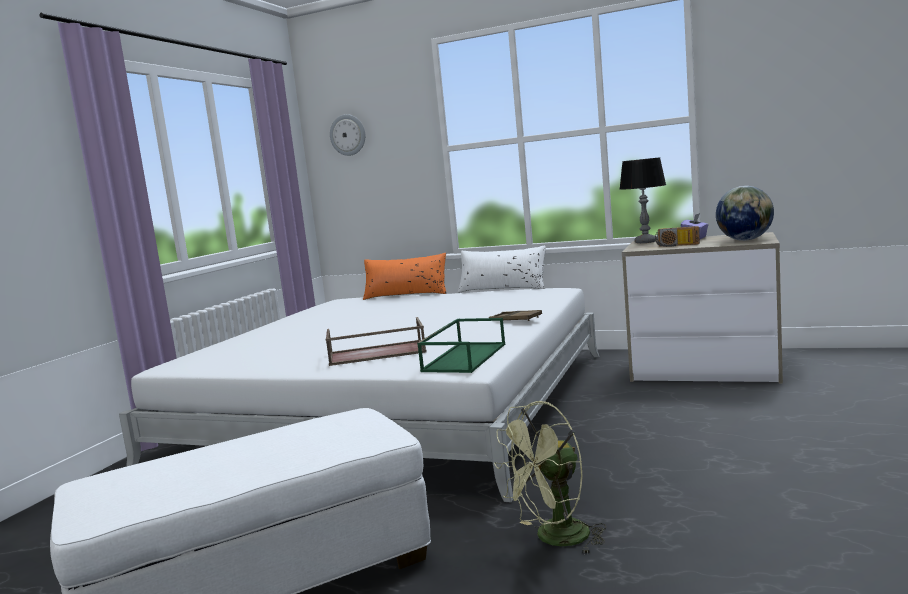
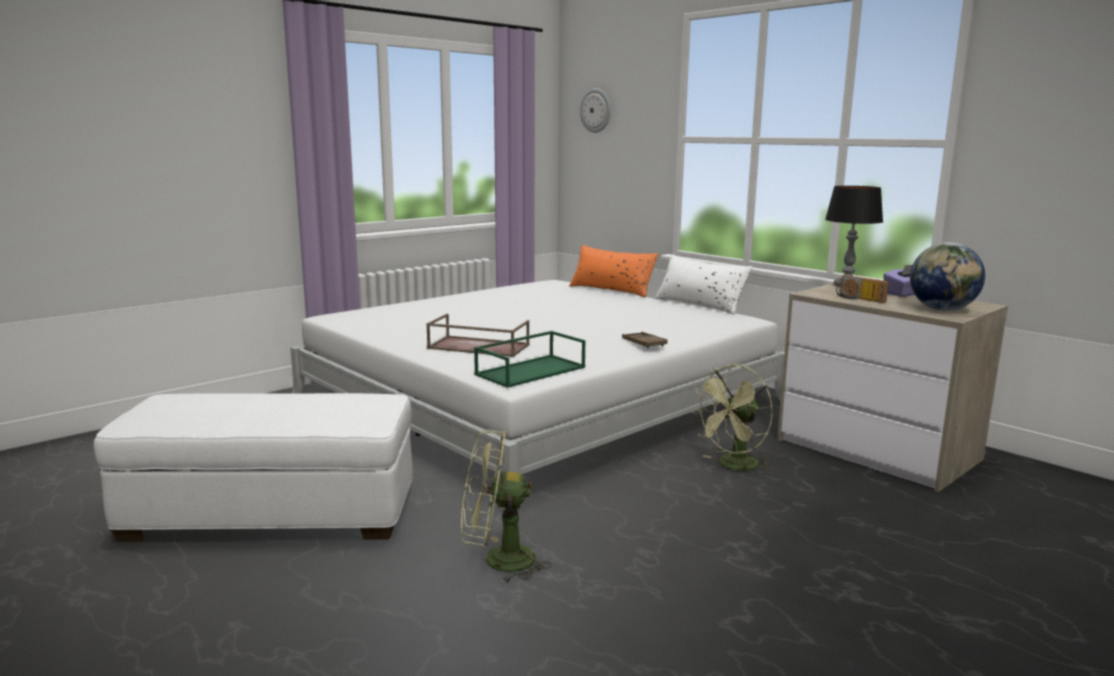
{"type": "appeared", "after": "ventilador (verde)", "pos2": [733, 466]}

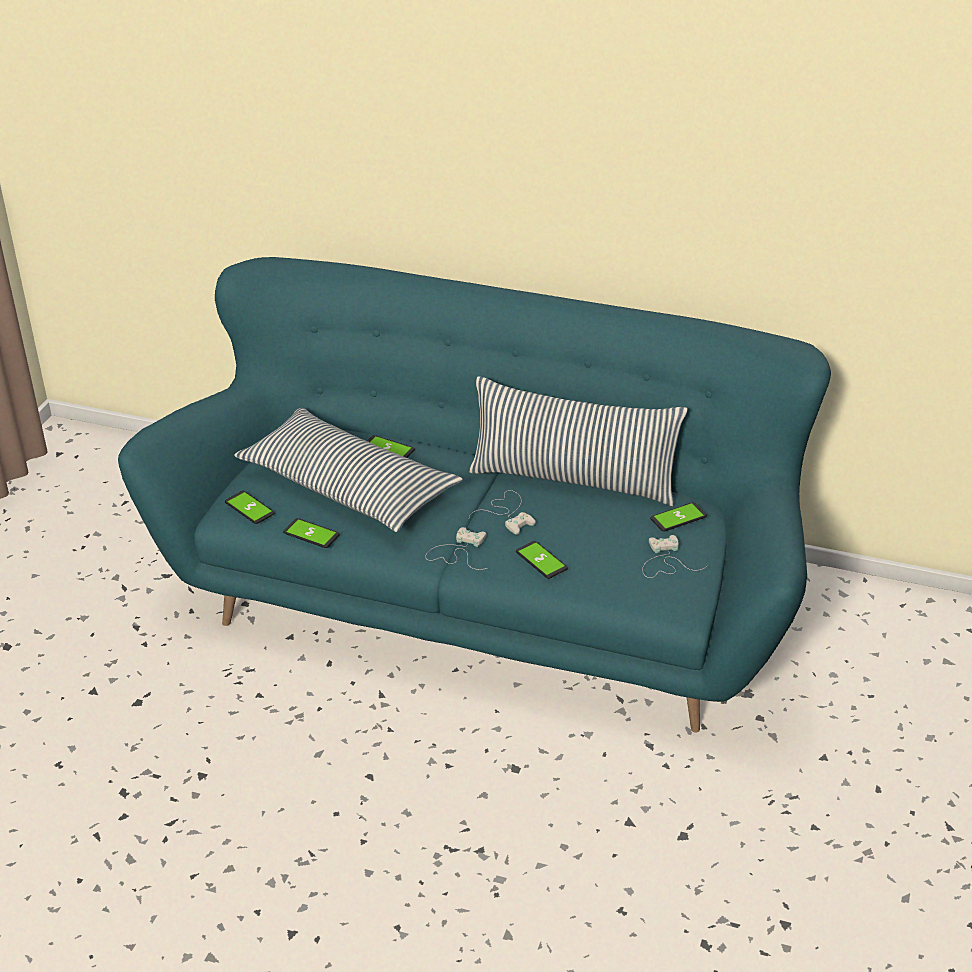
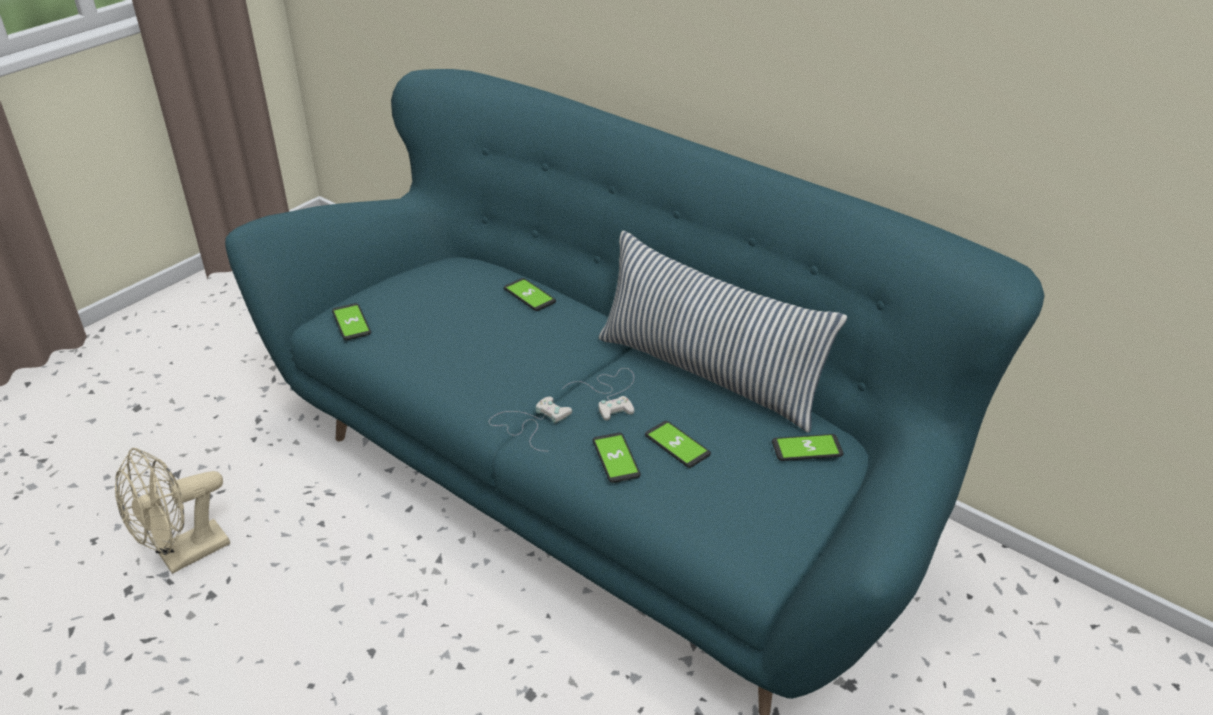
{"type": "appeared", "after": "ventilador (beis)", "pos2": [184, 555]}
{"type": "relocated", "before": "móvil", "pos1": [311, 534], "pos2": [677, 445]}
{"type": "missing", "before": "cojín", "pos1": [348, 487]}
{"type": "missing", "before": "mando de consola (blanco)", "pos1": [665, 561]}

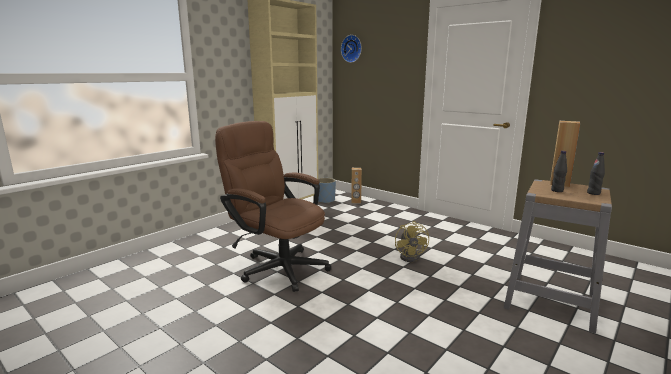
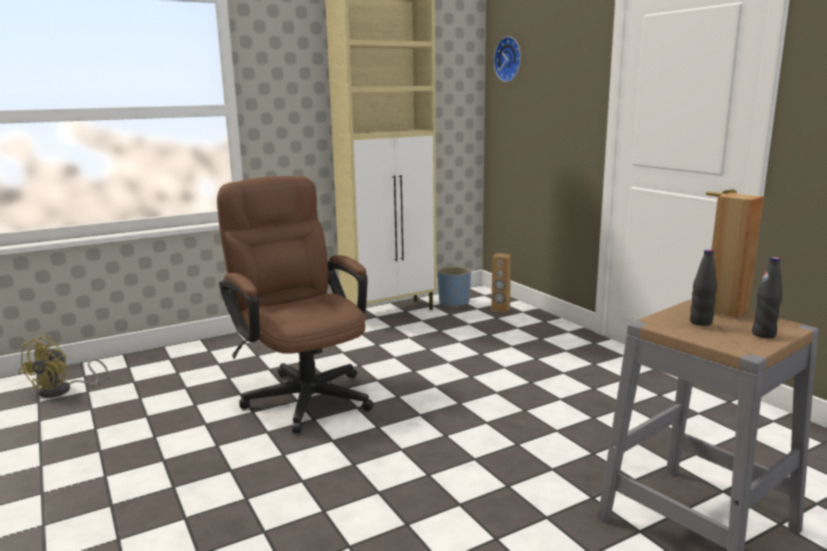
{"type": "relocated", "before": "ventilador (amarillo)", "pos1": [411, 257], "pos2": [62, 390]}

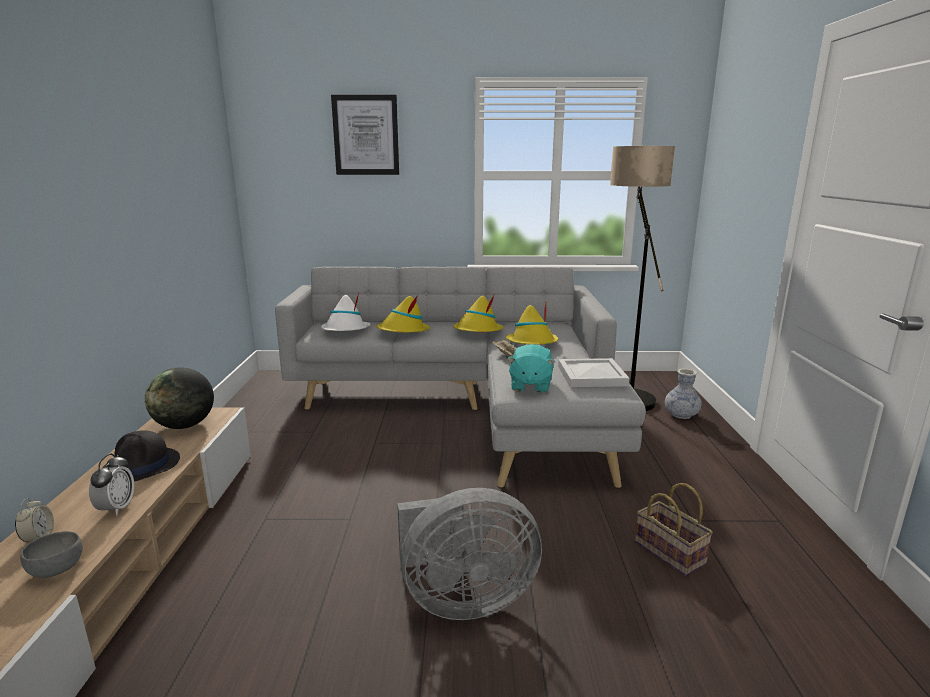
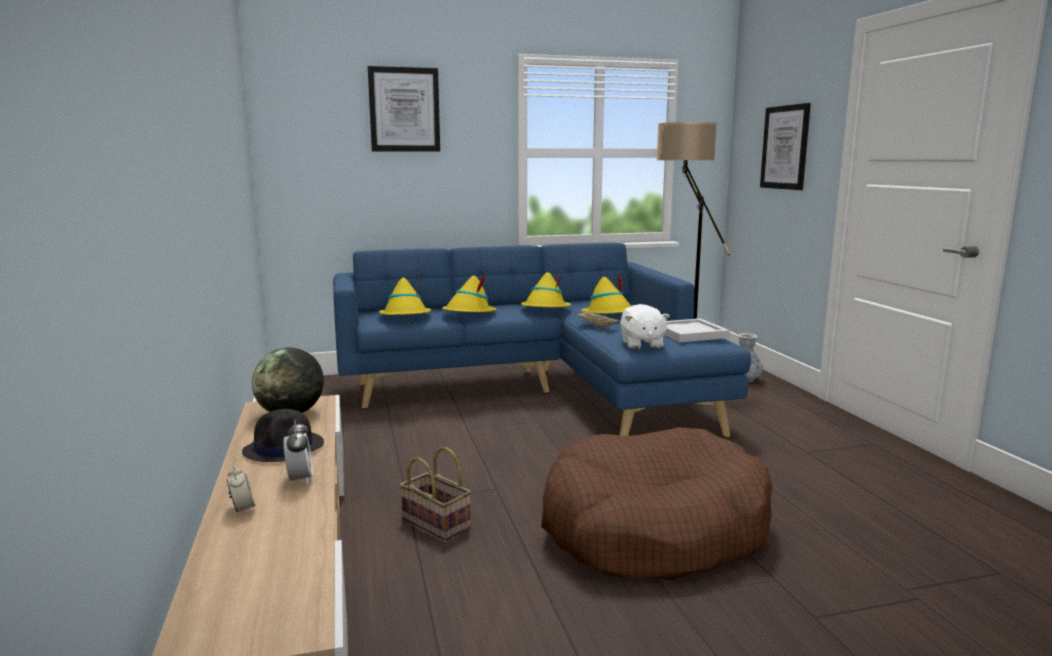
{"type": "colour", "before": "sofá (gris)", "after": "sofá (azul)", "pos1": [474, 410], "pos2": [546, 393]}
{"type": "colour", "before": "sombrero (blanco)", "after": "sombrero (amarillo)", "pos1": [345, 330], "pos2": [405, 316]}
{"type": "relocated", "before": "cesta", "pos1": [671, 553], "pos2": [438, 523]}
{"type": "exchanged", "before": "ventilador (gris)", "after": "cama para perro (marrón)", "pos1": [462, 599], "pos2": [653, 529]}
{"type": "colour", "before": "peluche (turquesa)", "after": "peluche (blanco)", "pos1": [530, 385], "pos2": [641, 344]}
{"type": "appeared", "after": "cuadro", "pos2": [785, 147]}
{"type": "missing", "before": "cuenco (gris)", "pos1": [56, 570]}

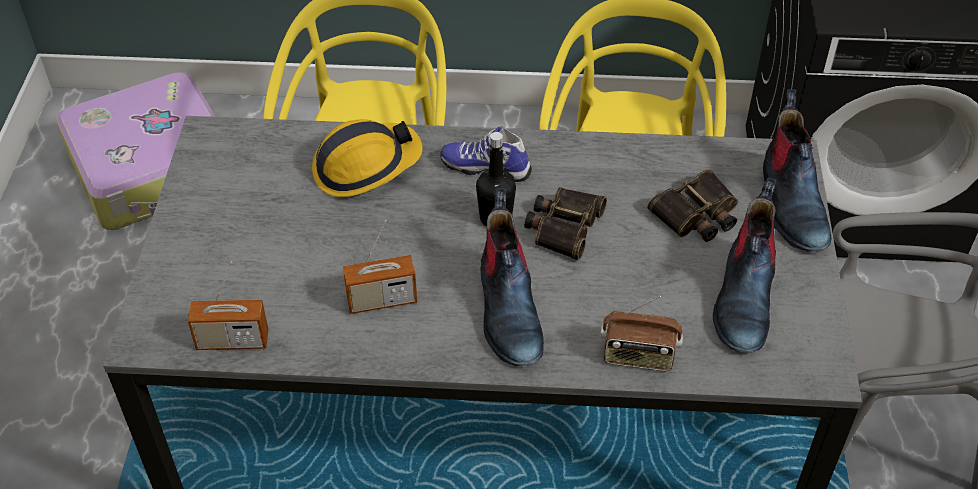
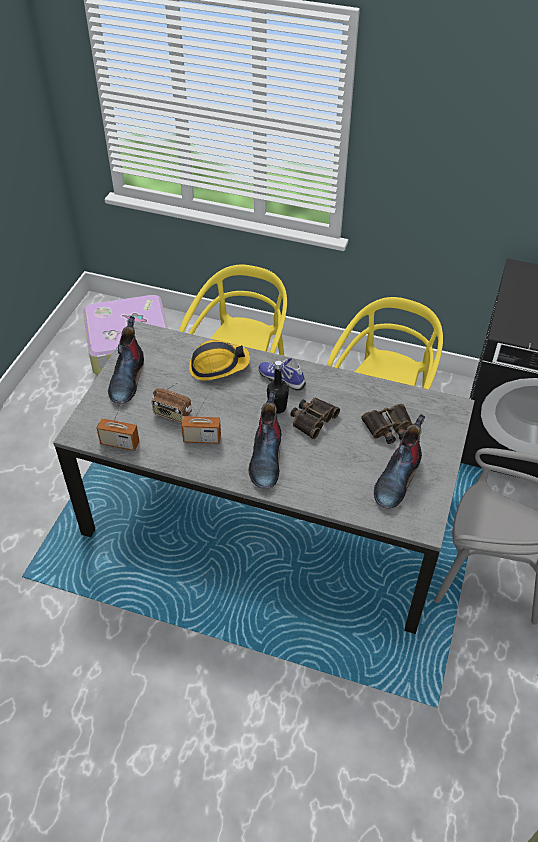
{"type": "relocated", "before": "bota", "pos1": [790, 204], "pos2": [127, 378]}
{"type": "relocated", "before": "radio", "pos1": [638, 356], "pos2": [172, 414]}

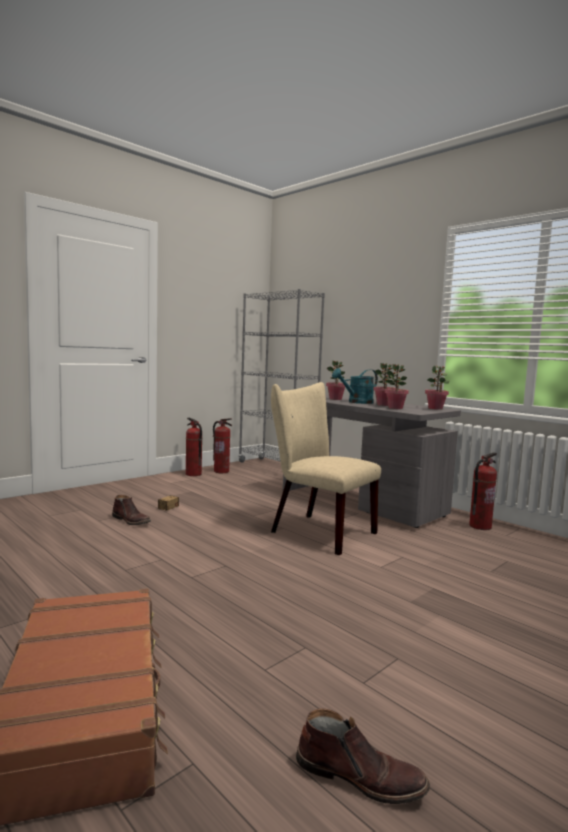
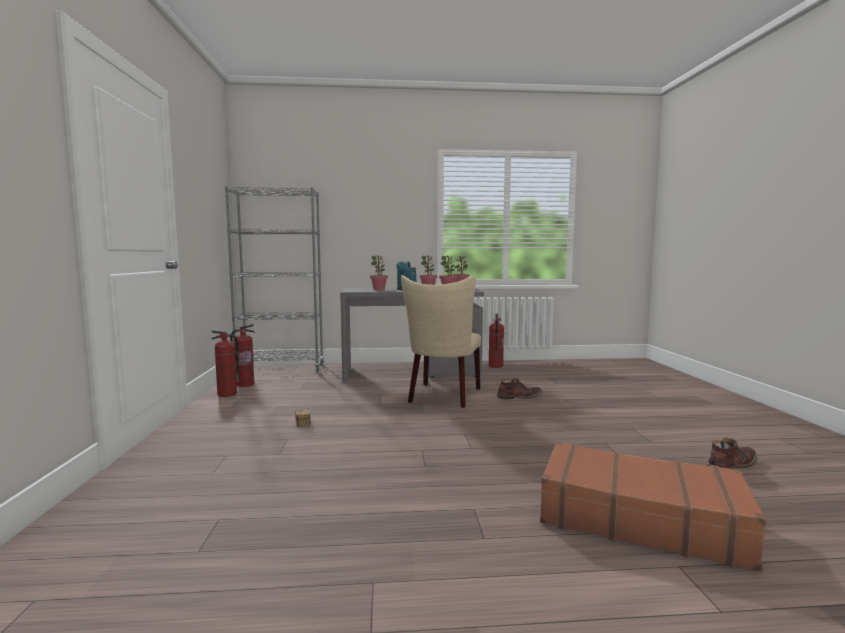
{"type": "spun", "before": "silla (beis)", "pos1": [317, 531], "pos2": [443, 396], "turn": -60}
{"type": "relocated", "before": "bota (marrón)", "pos1": [132, 521], "pos2": [519, 397]}

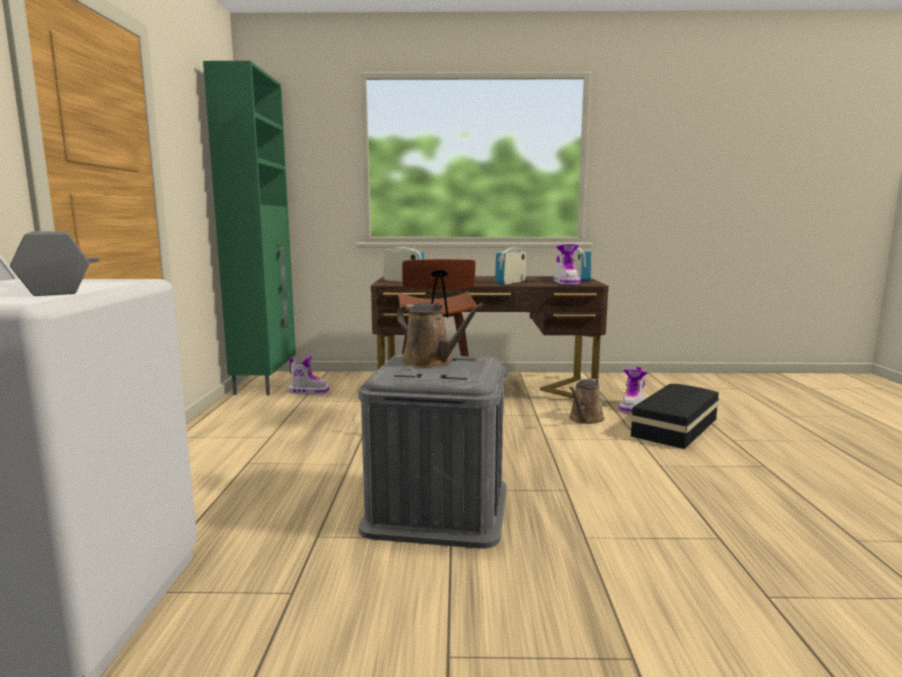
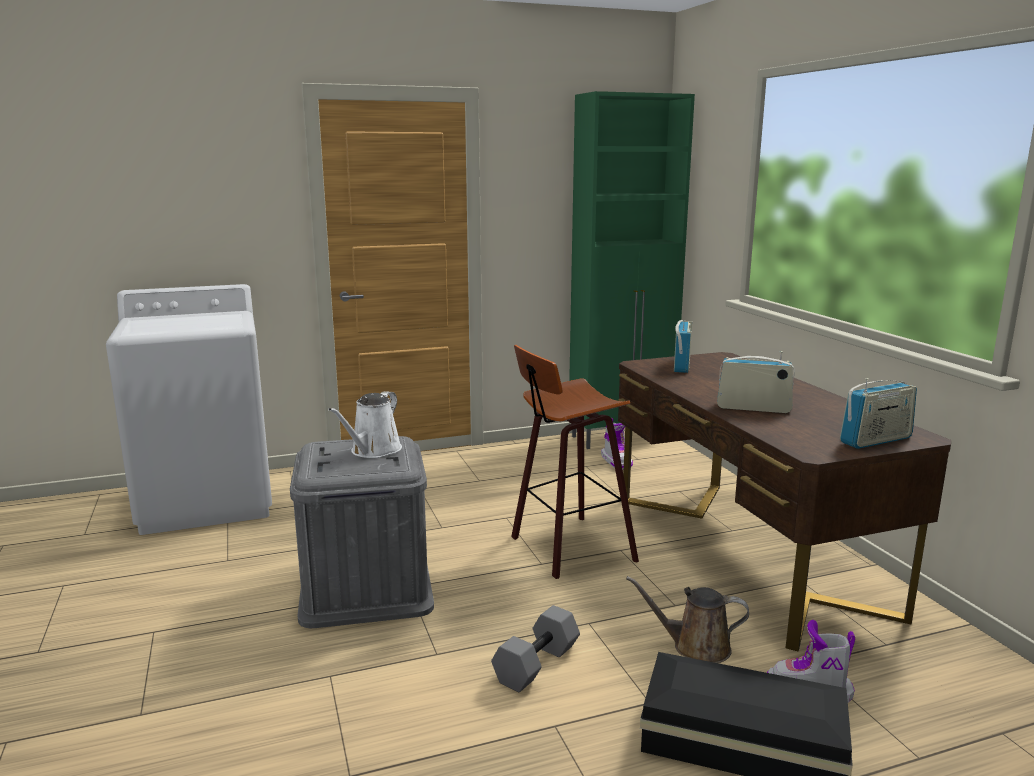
{"type": "colour", "before": "regadera (marrón)", "after": "regadera (blanco)", "pos1": [431, 362], "pos2": [373, 451]}
{"type": "relocated", "before": "mancuerna (gris)", "pos1": [57, 288], "pos2": [537, 665]}
{"type": "missing", "before": "bota", "pos1": [566, 283]}

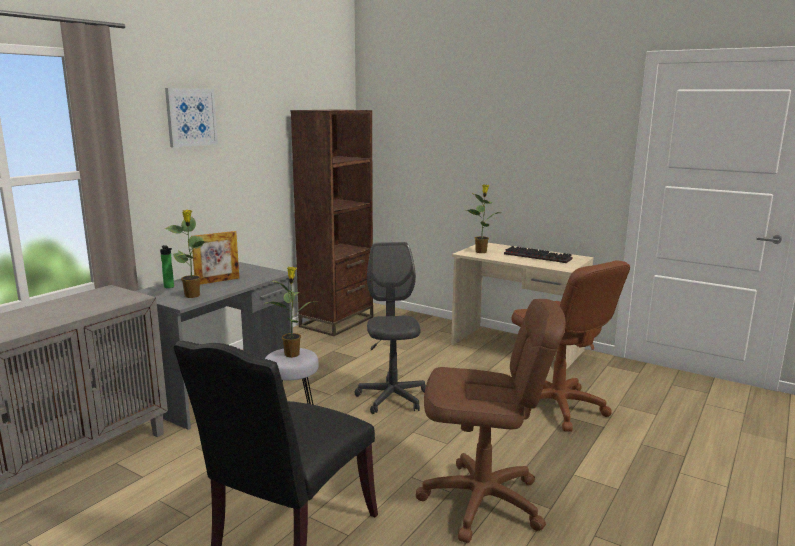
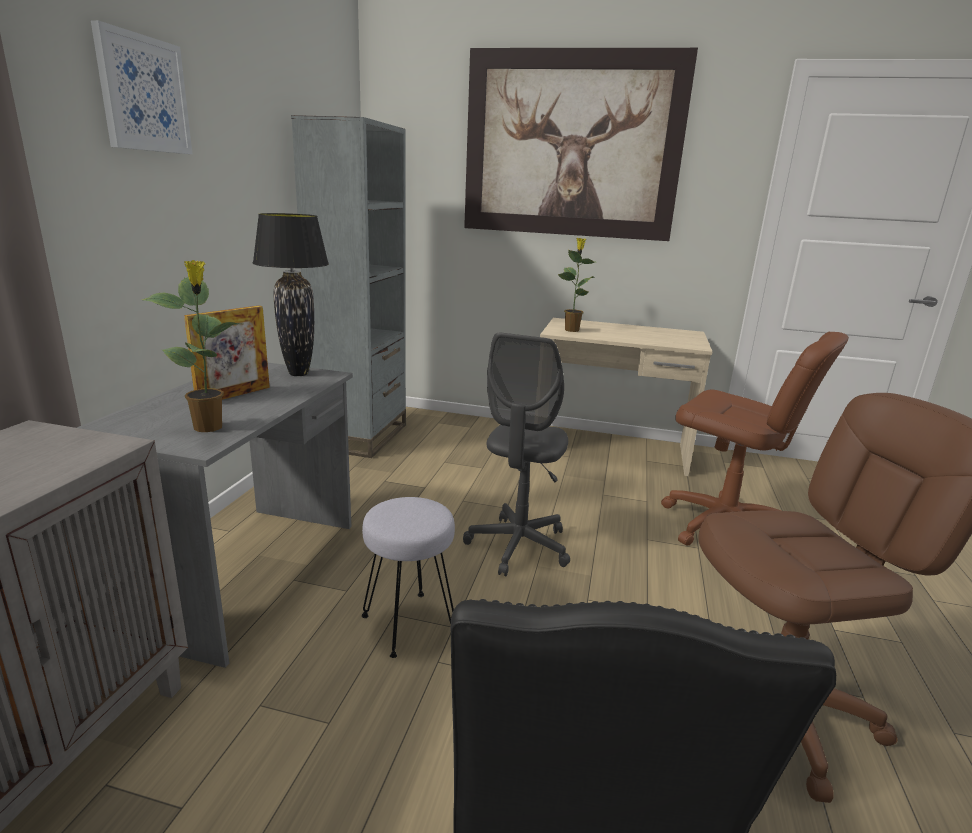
{"type": "appeared", "after": "lámpara de mesa (negro)", "pos2": [298, 374]}
{"type": "colour", "before": "estantería (marrón)", "after": "estantería (gris)", "pos1": [337, 322], "pos2": [361, 436]}
{"type": "spun", "before": "silla de oficina (gris)", "pos1": [392, 398], "pos2": [518, 546], "turn": -135}
{"type": "appeared", "after": "cuadro", "pos2": [571, 146]}
{"type": "missing", "before": "botella", "pos1": [169, 287]}
{"type": "missing", "before": "planta en maceta", "pos1": [292, 354]}
{"type": "missing", "before": "teclado", "pos1": [539, 256]}

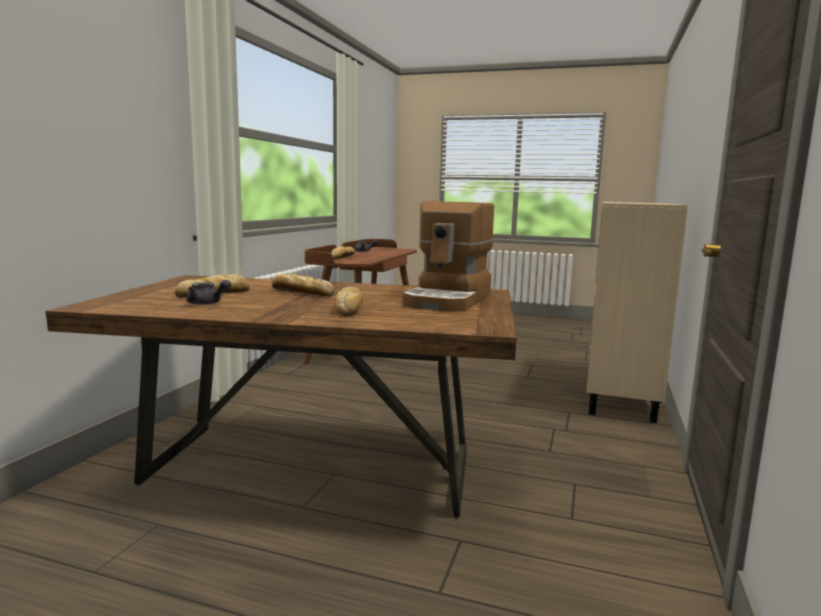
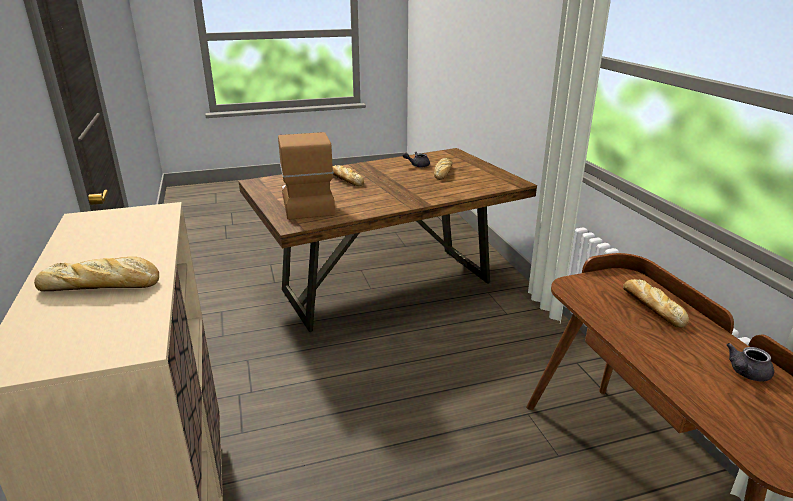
{"type": "relocated", "before": "pan", "pos1": [301, 292], "pos2": [102, 285]}

